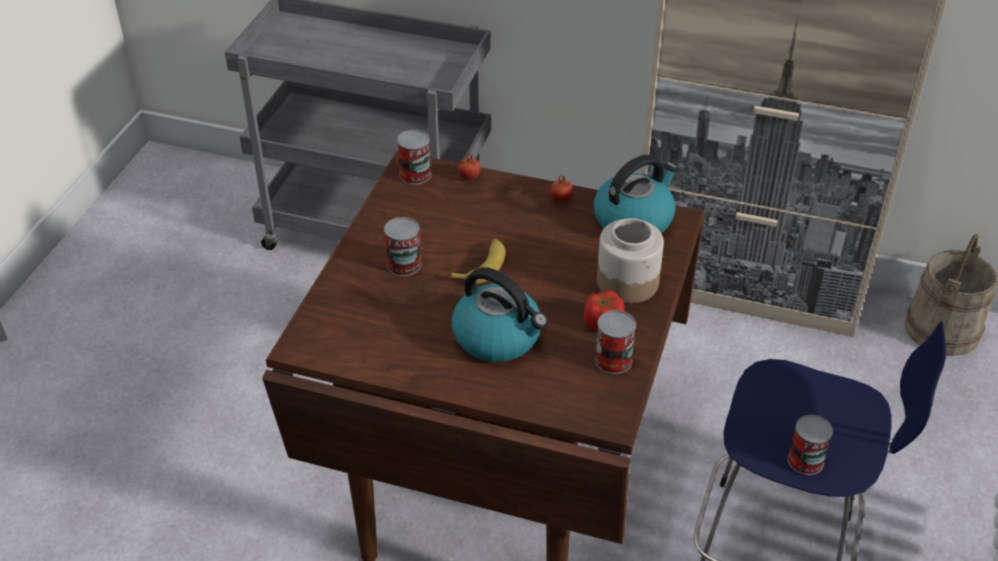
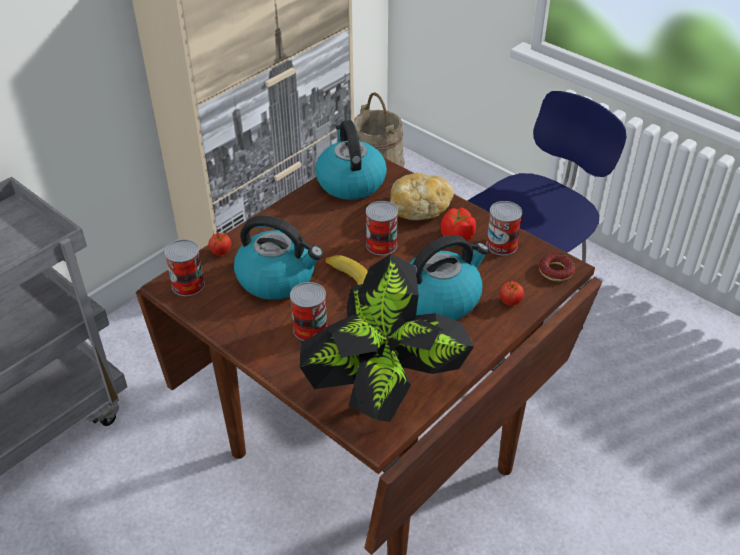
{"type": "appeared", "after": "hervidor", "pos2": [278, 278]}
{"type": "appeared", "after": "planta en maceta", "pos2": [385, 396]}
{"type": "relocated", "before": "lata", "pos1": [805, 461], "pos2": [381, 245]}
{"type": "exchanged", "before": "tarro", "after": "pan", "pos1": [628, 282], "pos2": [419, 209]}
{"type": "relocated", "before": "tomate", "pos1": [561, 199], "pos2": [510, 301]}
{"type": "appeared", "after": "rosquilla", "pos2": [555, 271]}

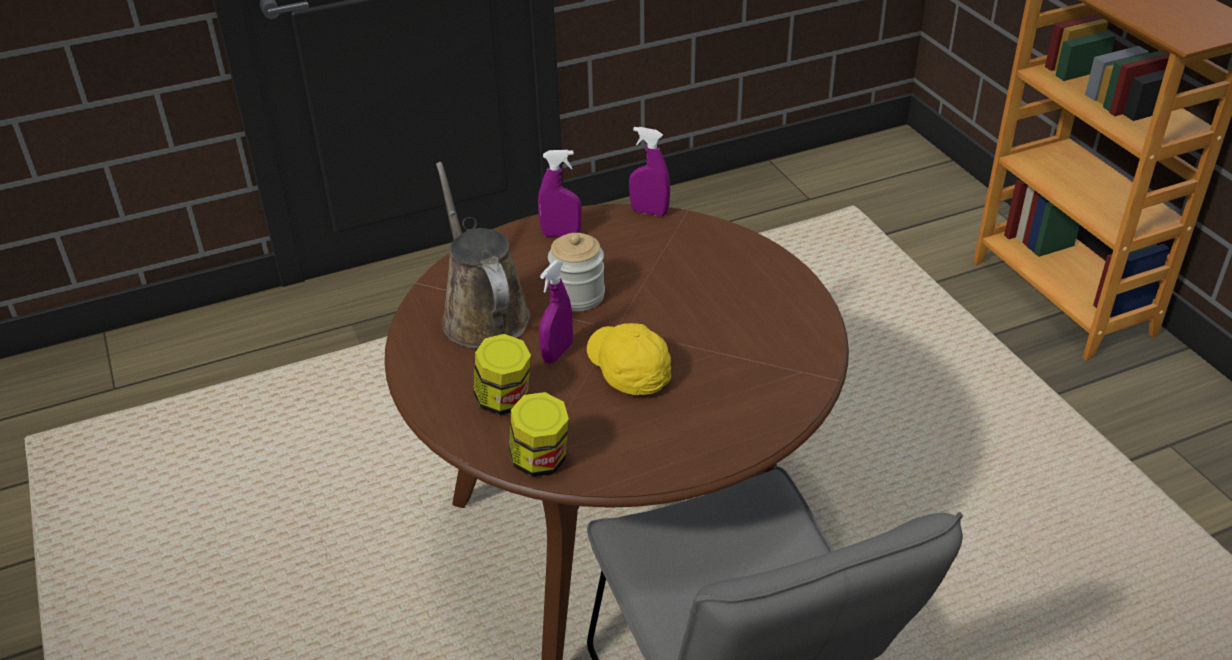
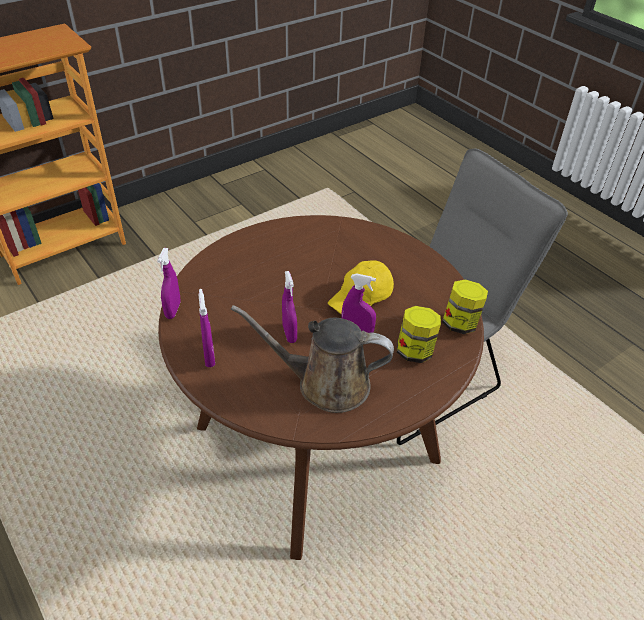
{"type": "spun", "before": "regadera (marrón)", "pos1": [482, 315], "pos2": [326, 384], "turn": 45}
{"type": "exchanged", "before": "tarro", "after": "pulverizador (morado)", "pos1": [577, 296], "pos2": [289, 334]}

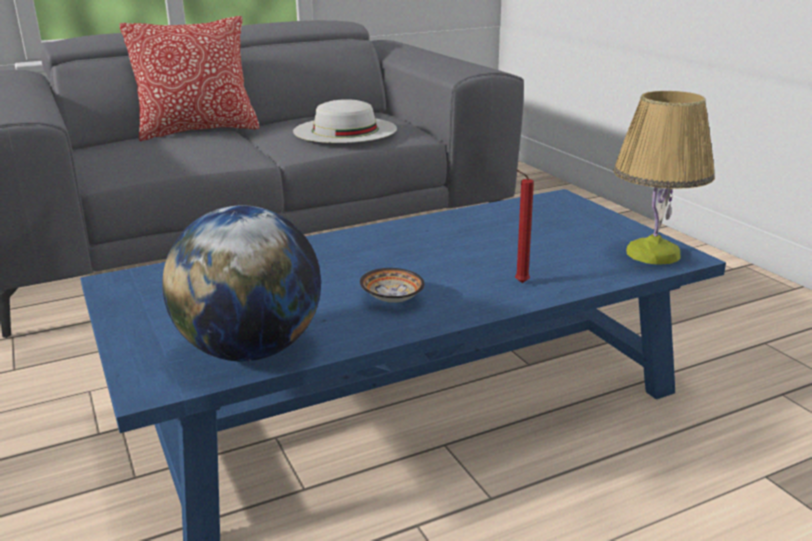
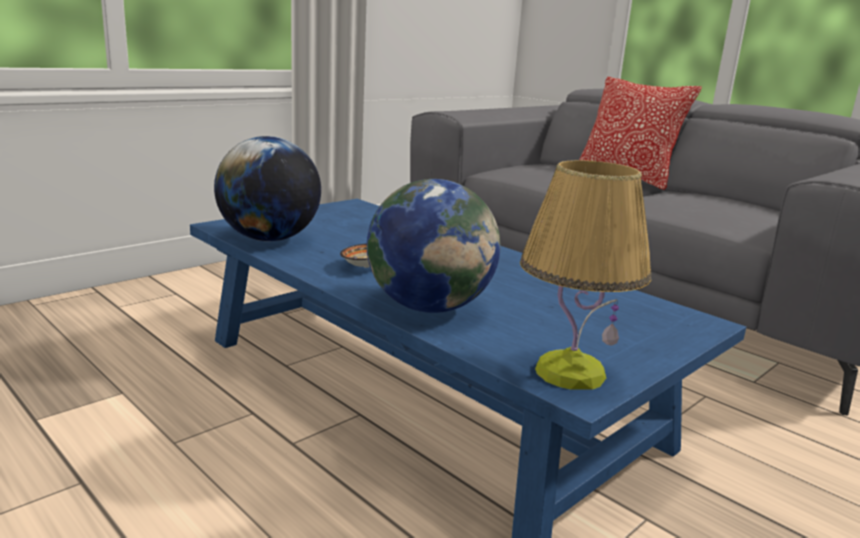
{"type": "exchanged", "before": "vela (rojo)", "after": "globo terráqueo", "pos1": [519, 283], "pos2": [429, 307]}
{"type": "missing", "before": "sombrero (blanco)", "pos1": [345, 130]}

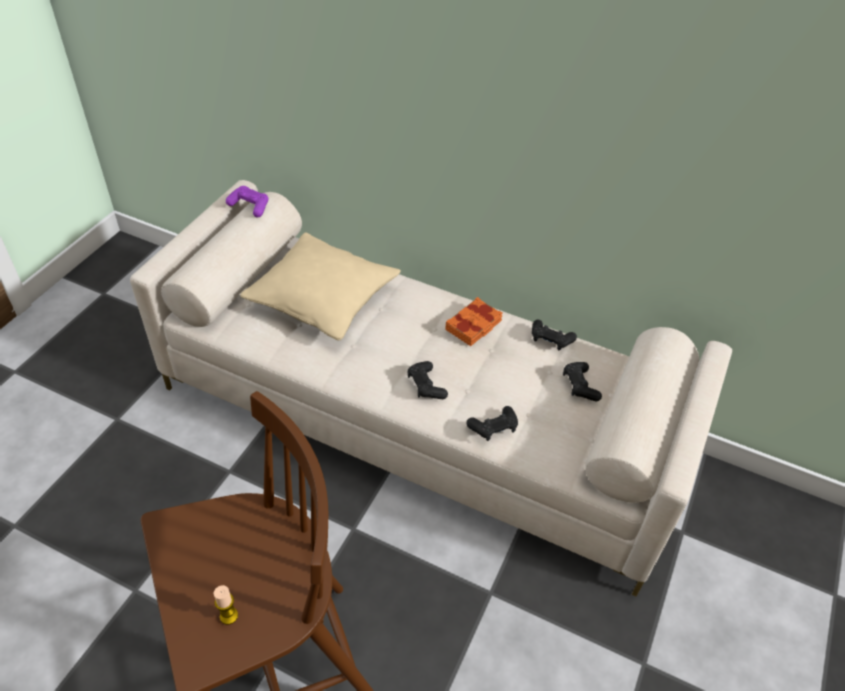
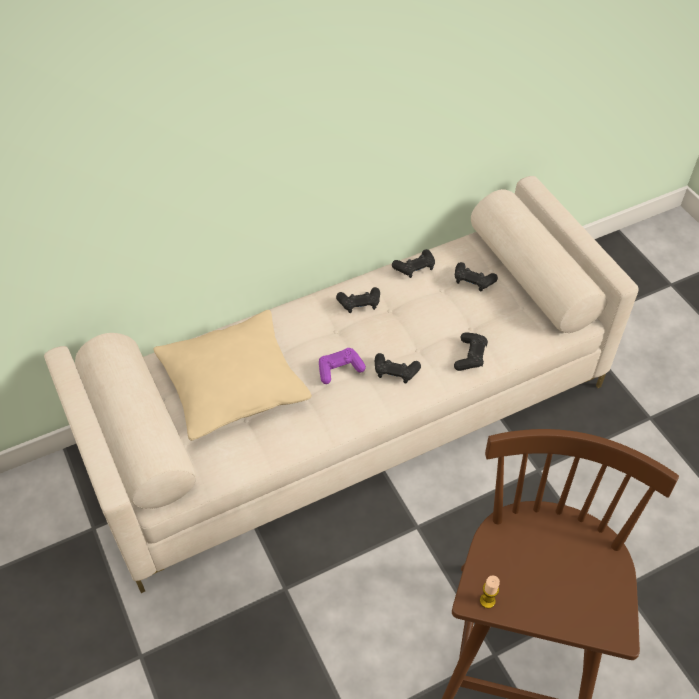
{"type": "relocated", "before": "mando de consola (morado)", "pos1": [249, 206], "pos2": [340, 369]}
{"type": "exchanged", "before": "libro (naranja)", "after": "mando de consola (negro)", "pos1": [474, 326], "pos2": [359, 304]}
{"type": "relocated", "before": "vela", "pos1": [229, 616], "pos2": [487, 601]}

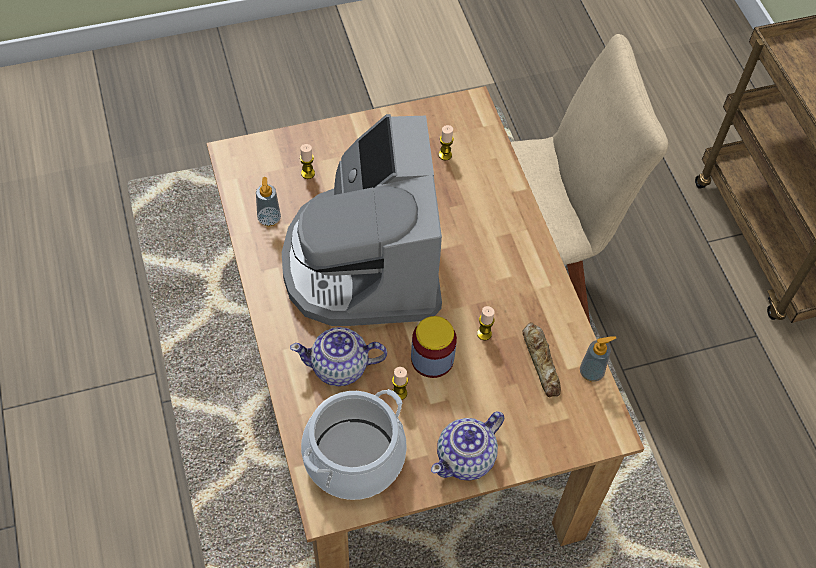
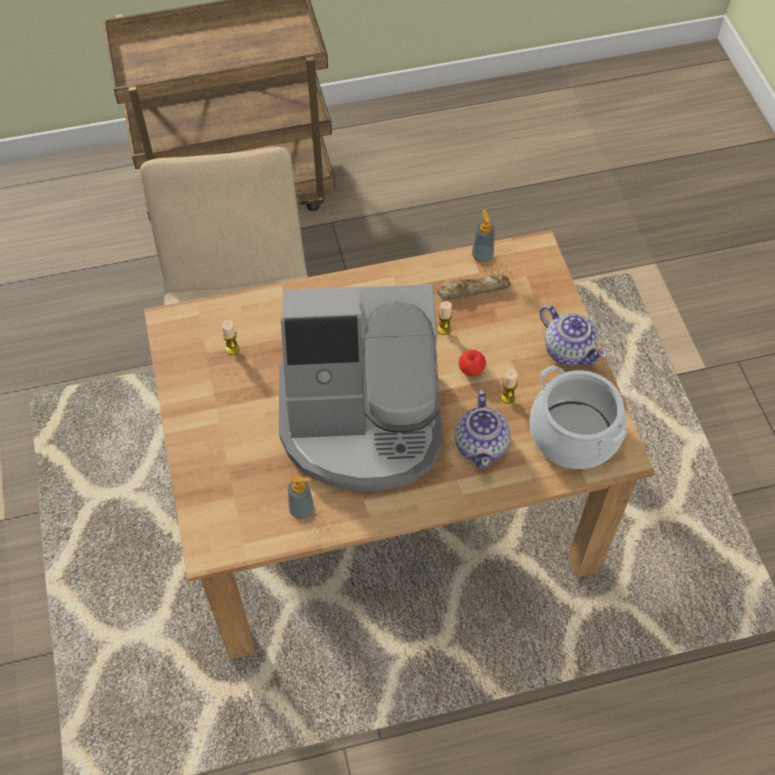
{"type": "exchanged", "before": "tarro", "after": "manzana", "pos1": [432, 359], "pos2": [471, 370]}
{"type": "missing", "before": "vela", "pos1": [308, 173]}

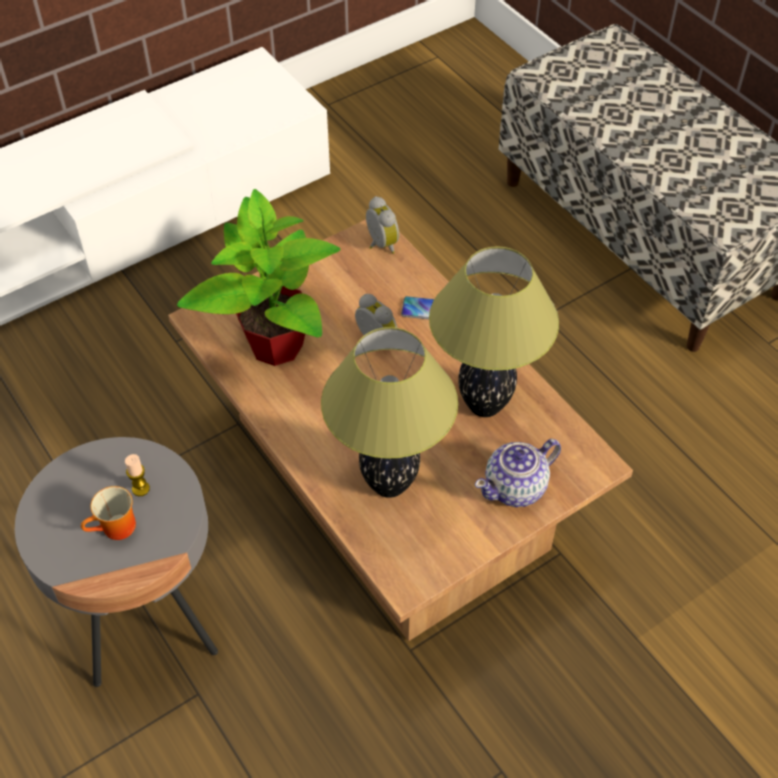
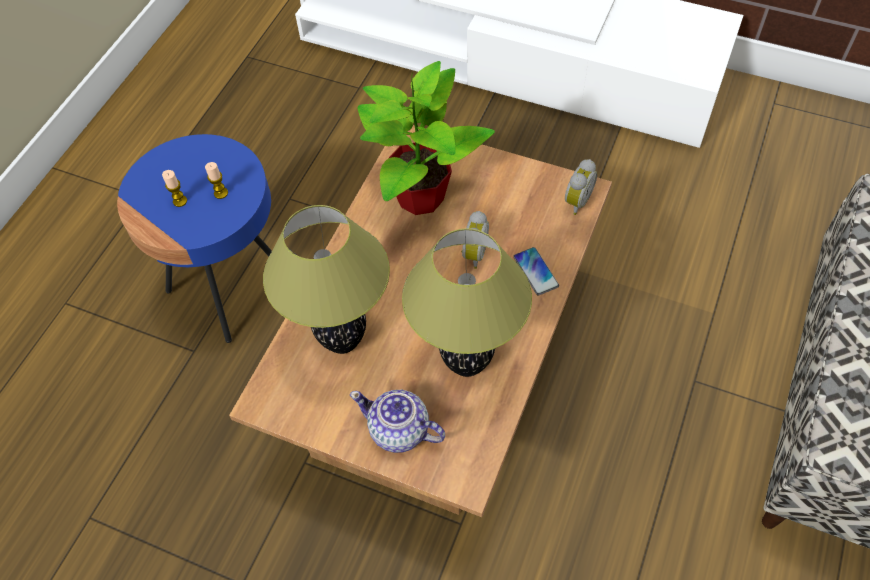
{"type": "colour", "before": "mesa auxiliar (gris)", "after": "mesa auxiliar (azul)", "pos1": [146, 617], "pos2": [231, 286]}
{"type": "exchanged", "before": "taza grande", "after": "vela", "pos1": [116, 530], "pos2": [180, 201]}

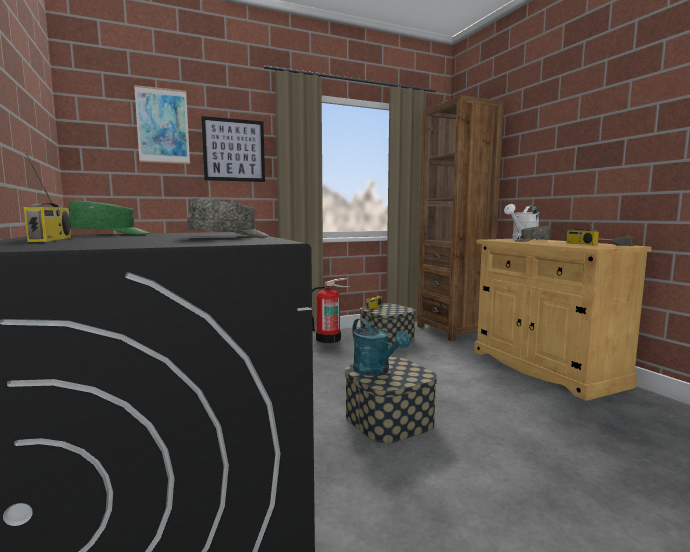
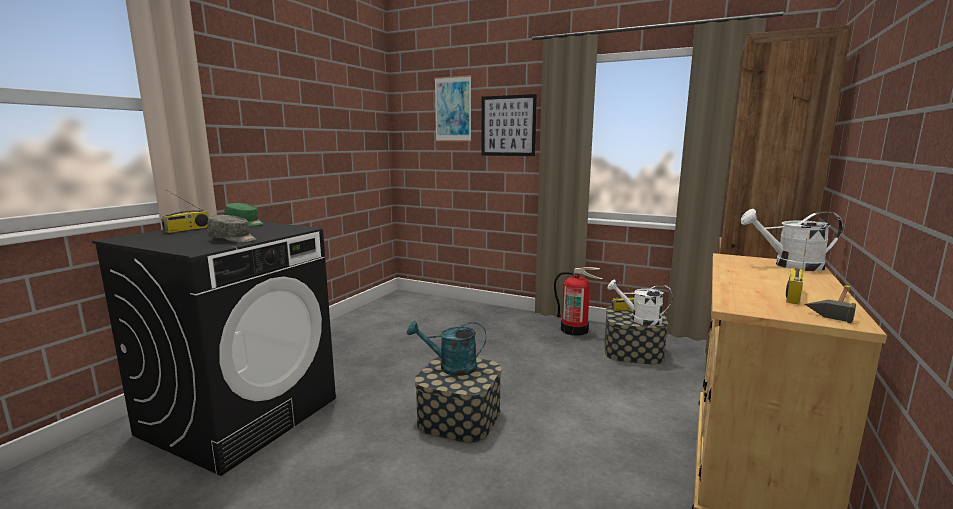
{"type": "spun", "before": "regadera (turquesa)", "pos1": [376, 371], "pos2": [451, 367], "turn": 75}
{"type": "appeared", "after": "regadera (blanco)", "pos2": [640, 319]}
{"type": "missing", "before": "gorra (gris)", "pos1": [532, 241]}

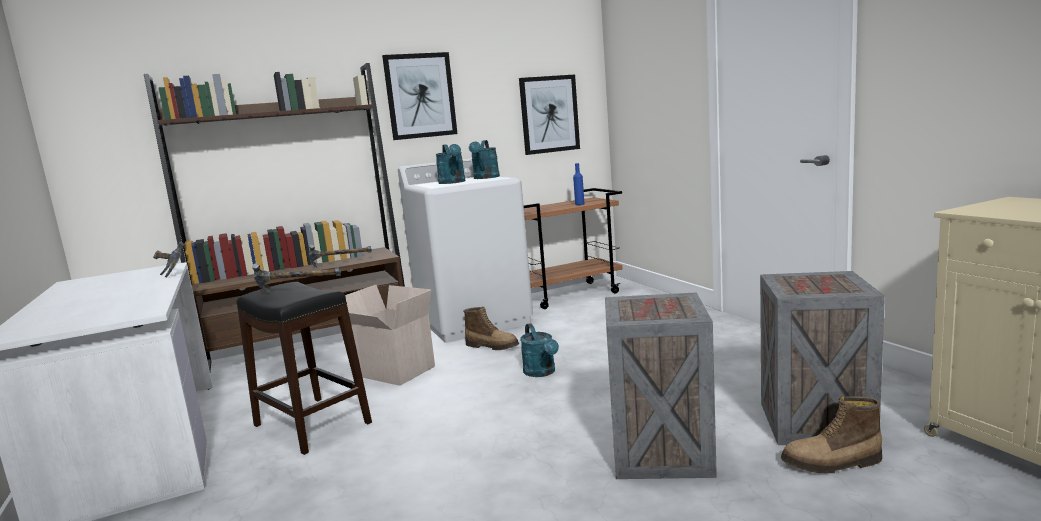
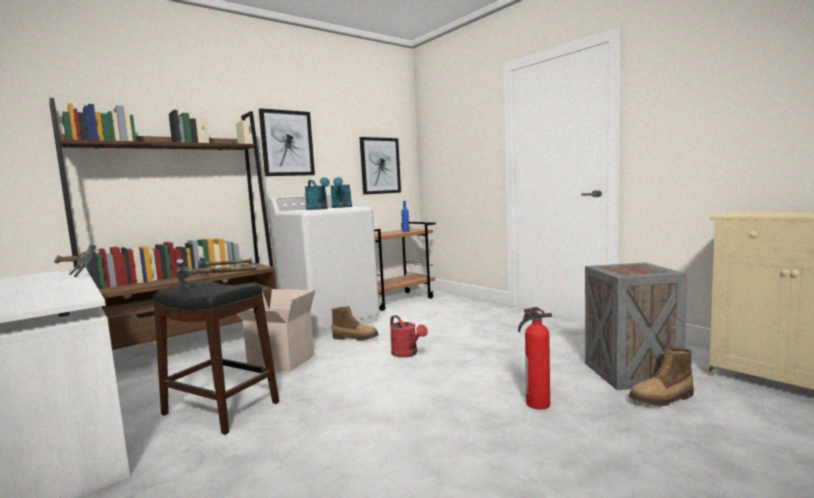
{"type": "colour", "before": "regadera (turquesa)", "after": "regadera (rojo)", "pos1": [542, 373], "pos2": [407, 354]}
{"type": "exchanged", "before": "caja de embalaje", "after": "extintor", "pos1": [659, 453], "pos2": [536, 404]}

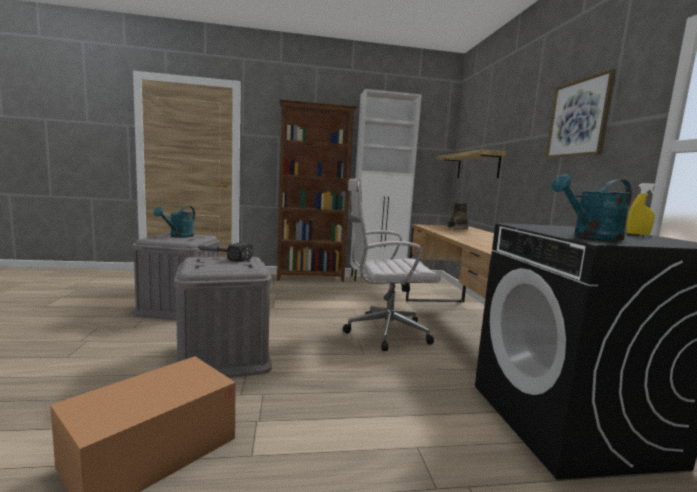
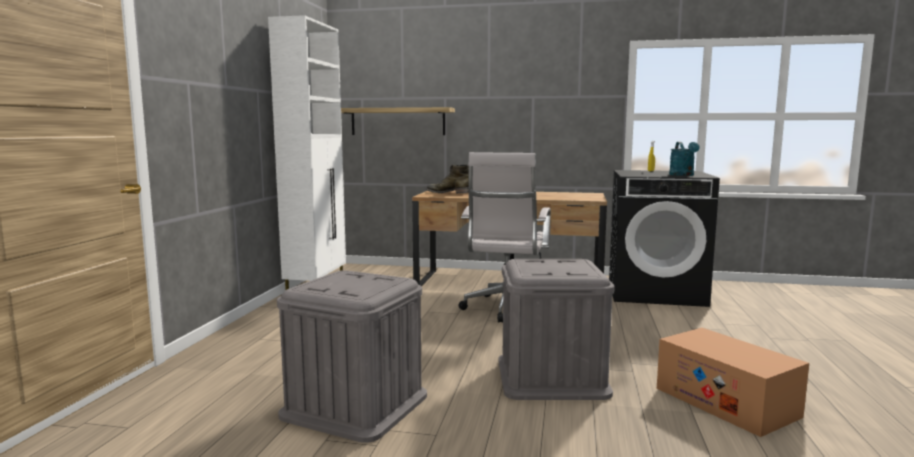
{"type": "missing", "before": "regadera (turquesa)", "pos1": [179, 236]}
{"type": "missing", "before": "martillo", "pos1": [221, 257]}
{"type": "missing", "before": "estantería (marrón)", "pos1": [310, 278]}
{"type": "missing", "before": "cuadro", "pos1": [578, 118]}

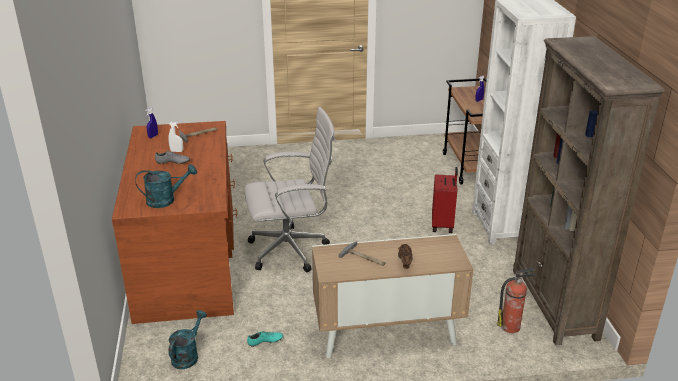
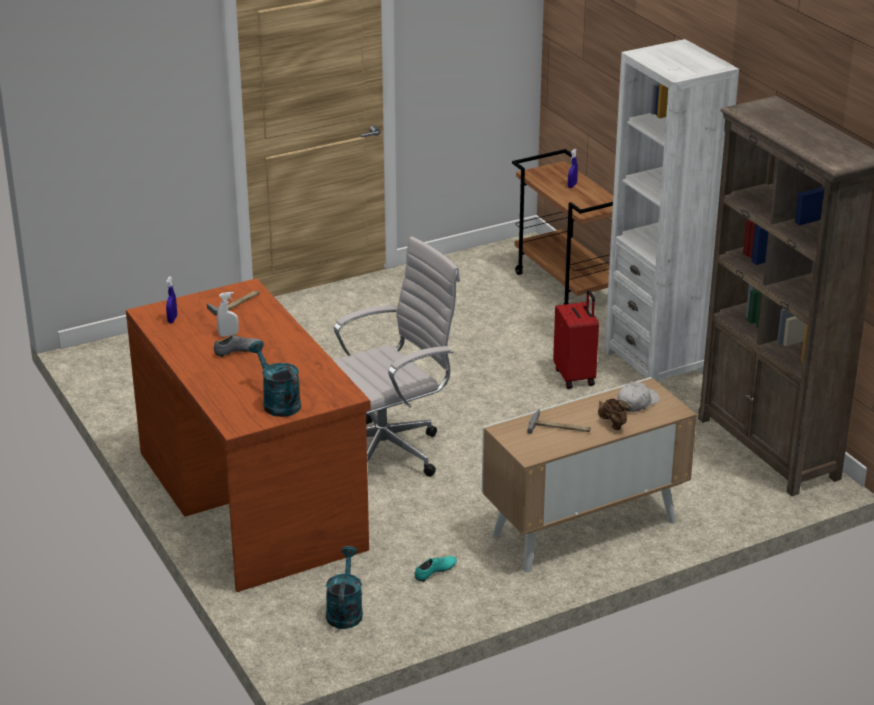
{"type": "spun", "before": "regadera (turquesa)", "pos1": [166, 200], "pos2": [277, 402], "turn": -90}
{"type": "appeared", "after": "gorra (blanco)", "pos2": [637, 402]}
{"type": "missing", "before": "extintor", "pos1": [511, 326]}

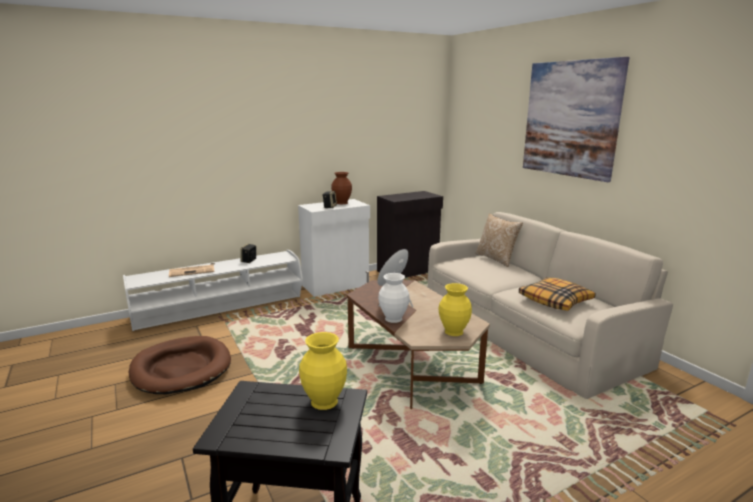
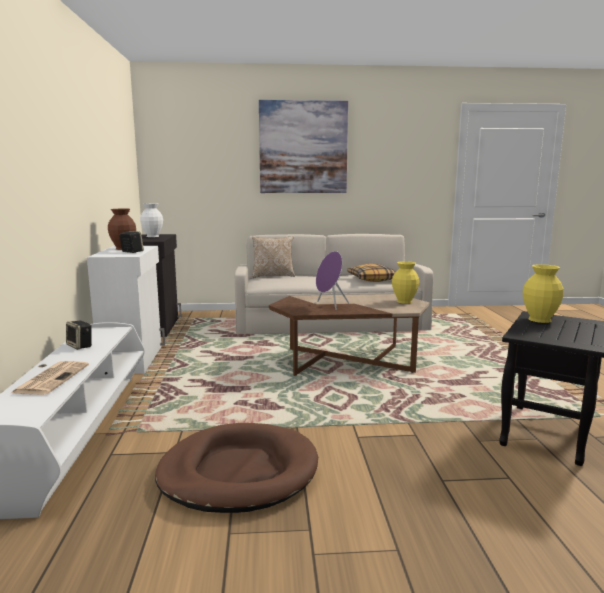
{"type": "relocated", "before": "florero (blanco)", "pos1": [393, 318], "pos2": [152, 236]}

